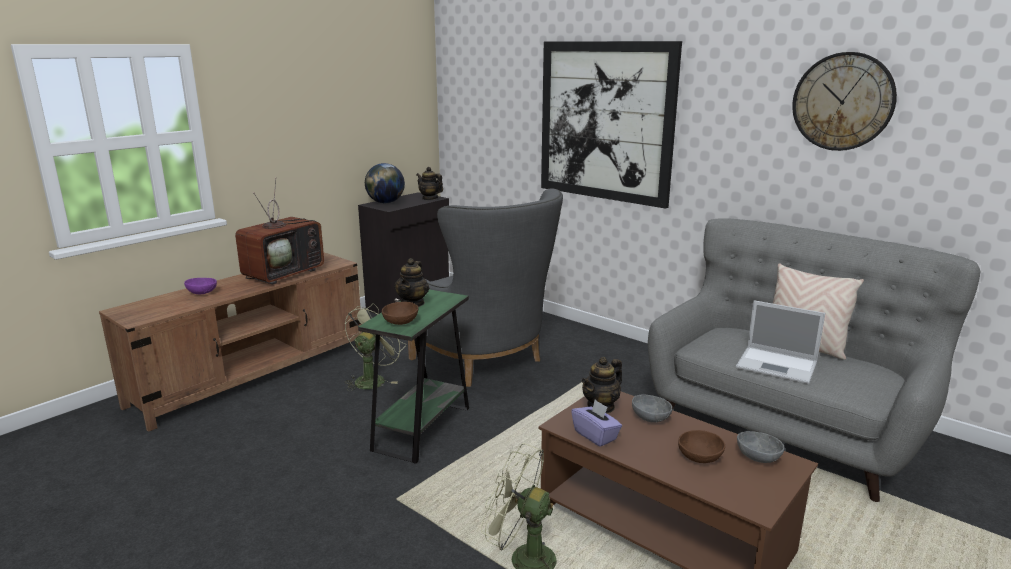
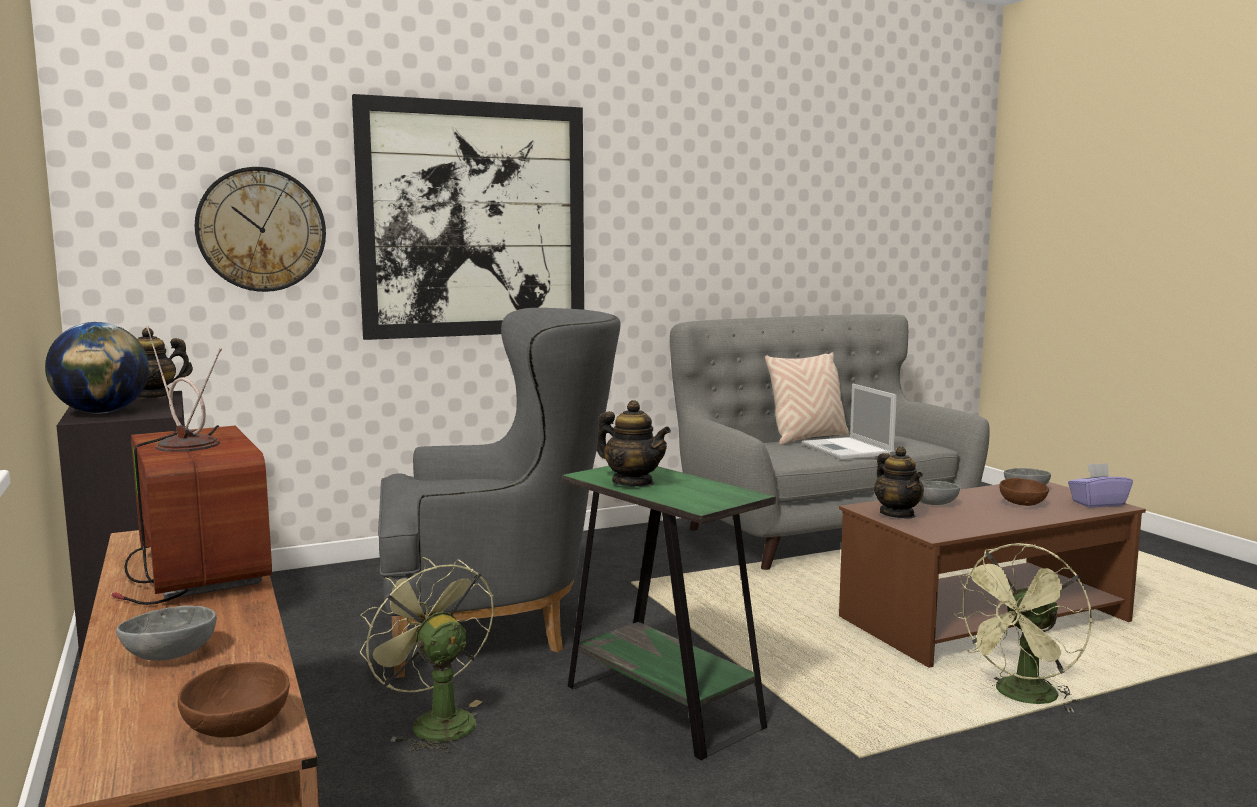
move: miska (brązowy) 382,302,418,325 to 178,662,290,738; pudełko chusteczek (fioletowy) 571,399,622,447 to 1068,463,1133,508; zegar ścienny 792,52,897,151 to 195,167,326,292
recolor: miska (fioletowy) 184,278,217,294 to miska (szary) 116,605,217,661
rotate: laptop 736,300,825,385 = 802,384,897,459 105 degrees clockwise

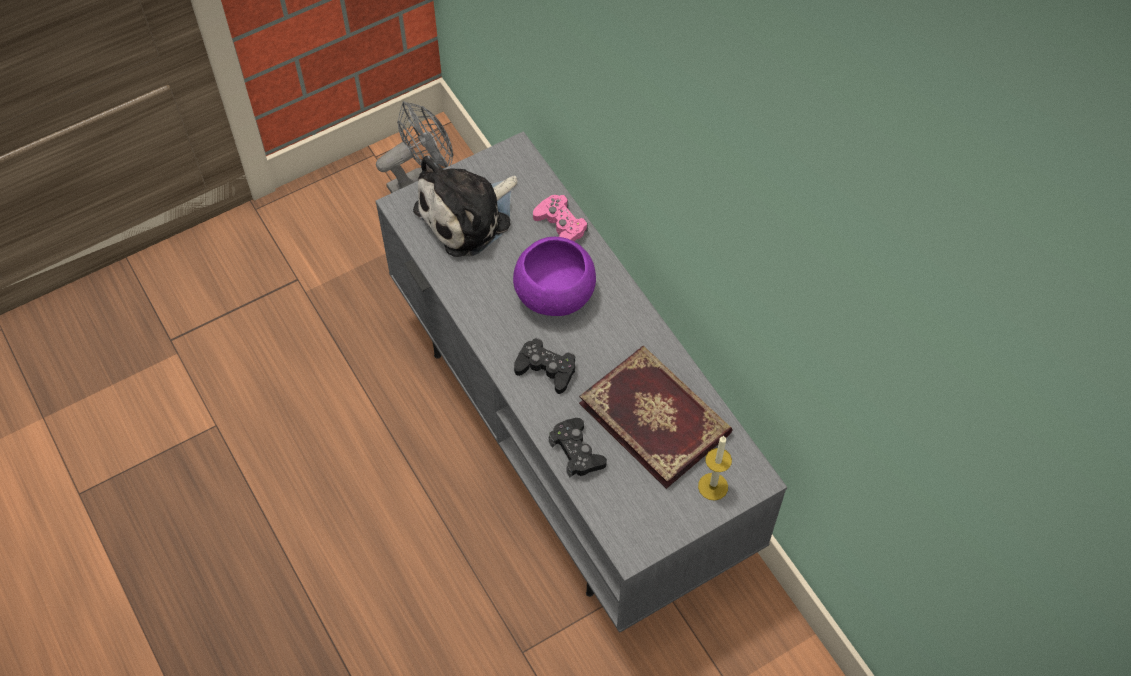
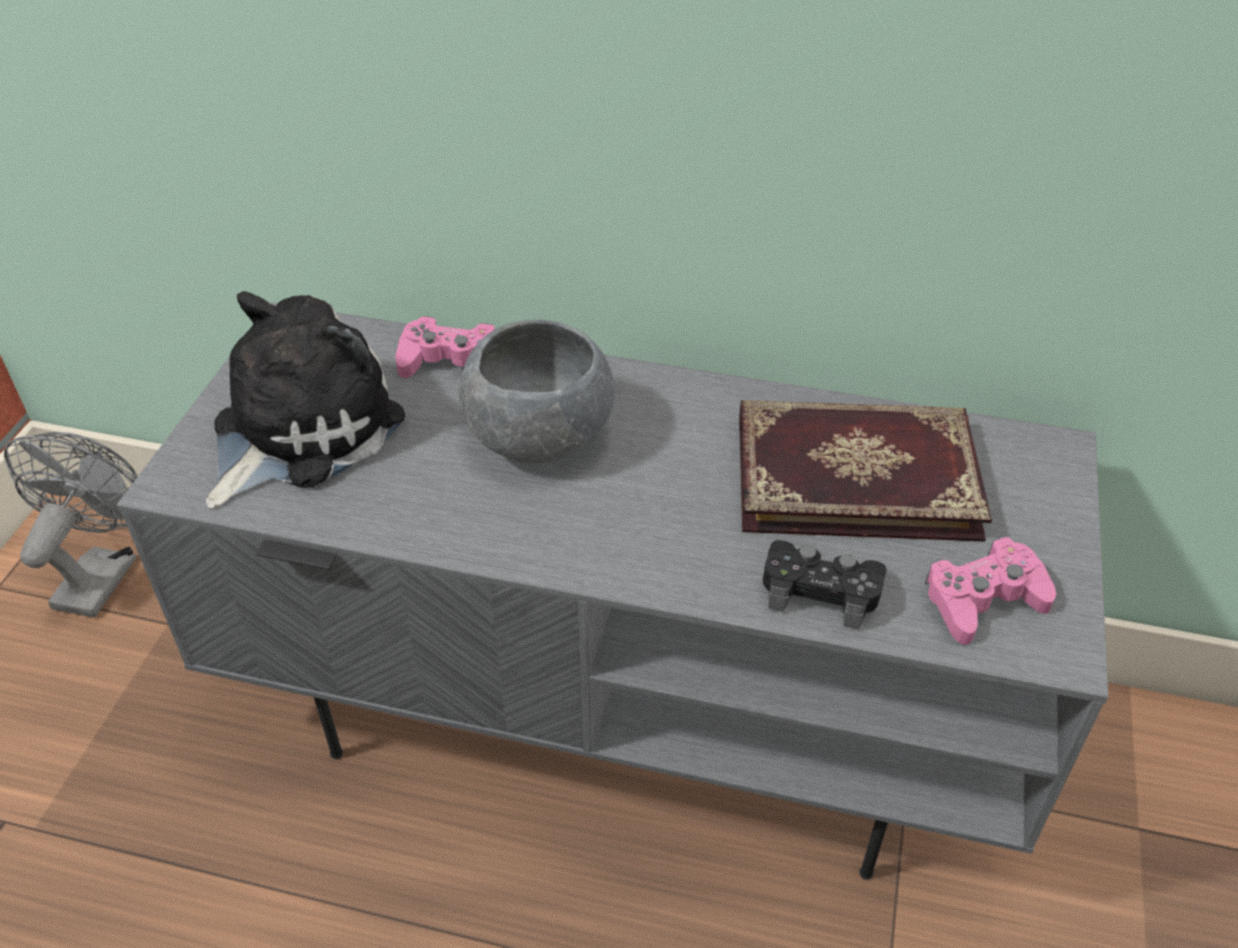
delete: pad do gier (czarny) 514,338,575,394; świeca 698,436,732,500
insert: pad do gier (różowy) 925,537,1056,645
recolor: miska (fioletowy) 513,237,596,316 to miska (szary) 459,320,614,463
rotate: pluszak 413,155,518,257 = 206,291,405,509 150 degrees counterclockwise

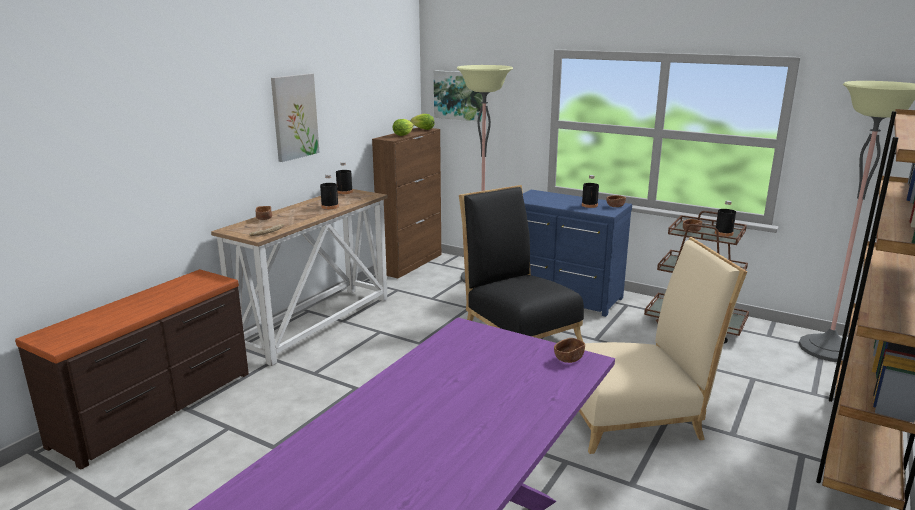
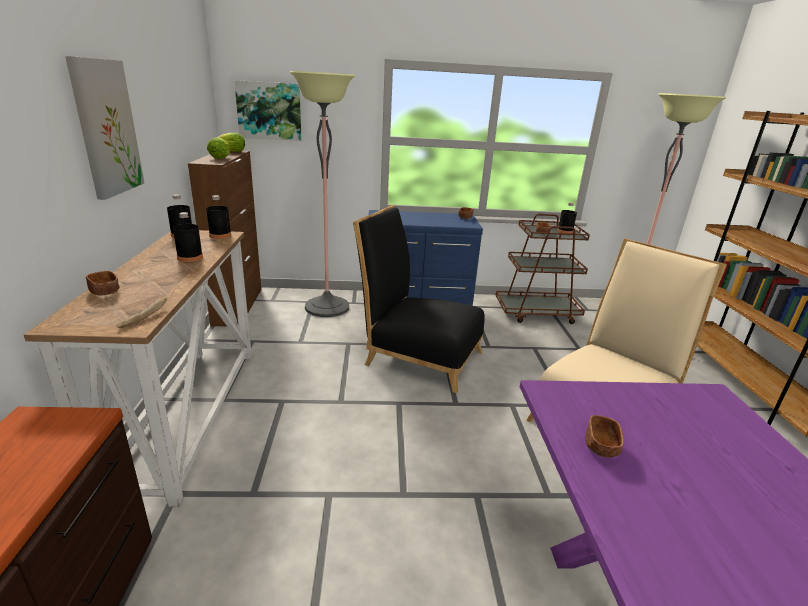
move: miska (brązowy) 554,338,585,363 to 585,415,624,457; butelka (czarny) 582,175,599,208 to 206,195,231,239

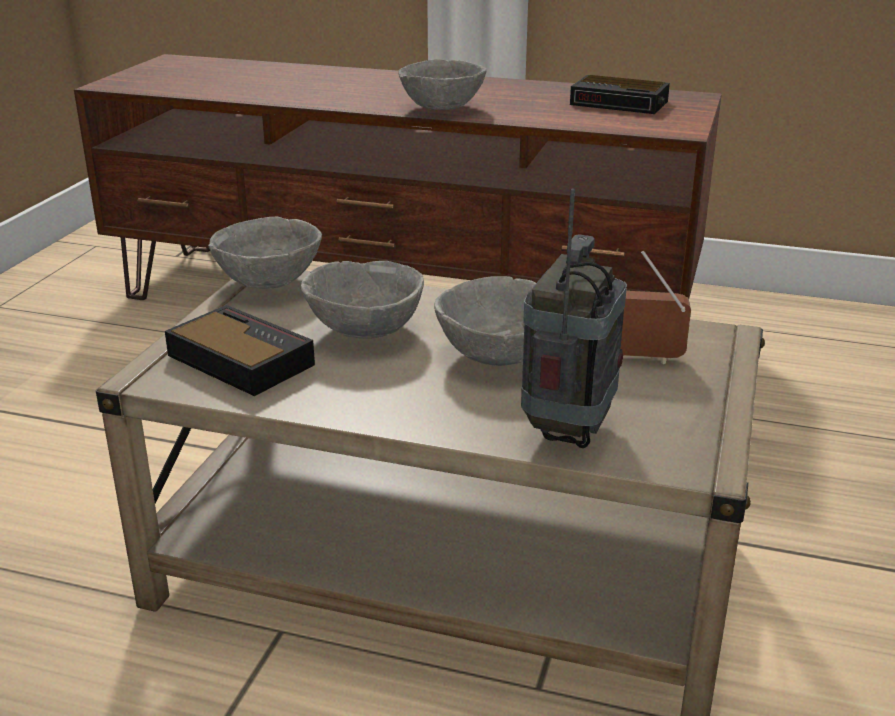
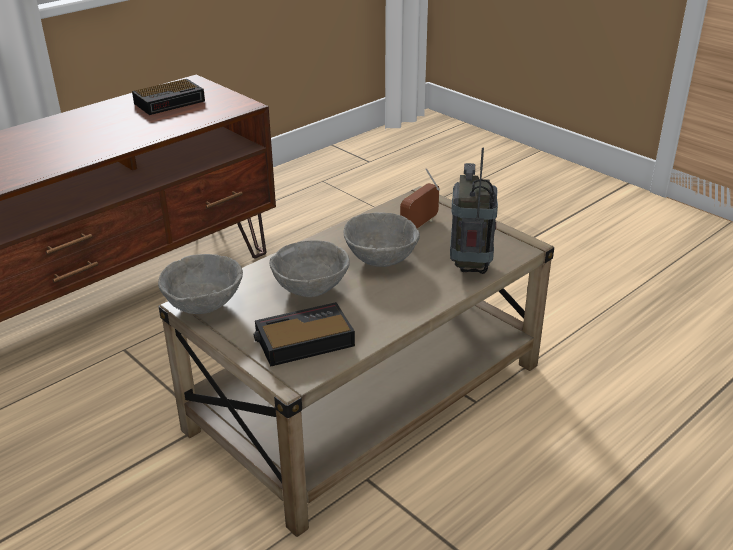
delete: miska (szary) 398,59,487,110
rotate: radio 521,189,627,448 = 450,147,498,274 45 degrees clockwise

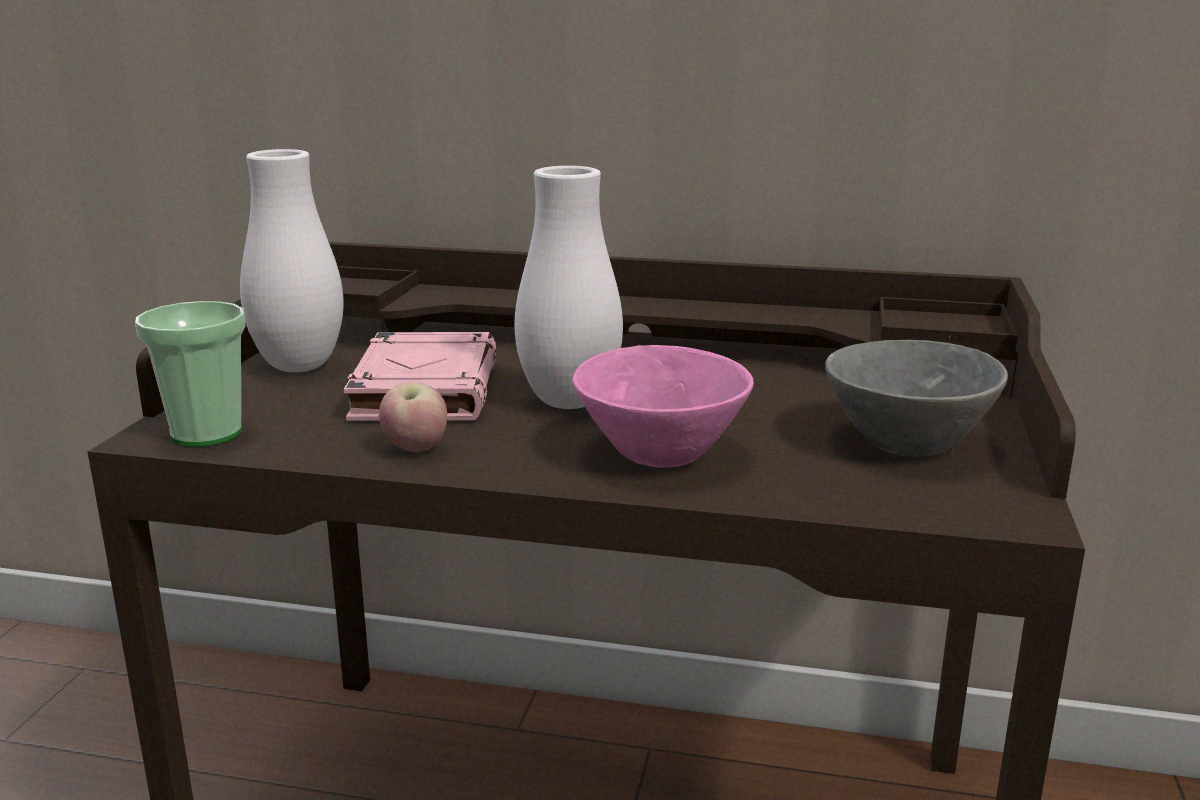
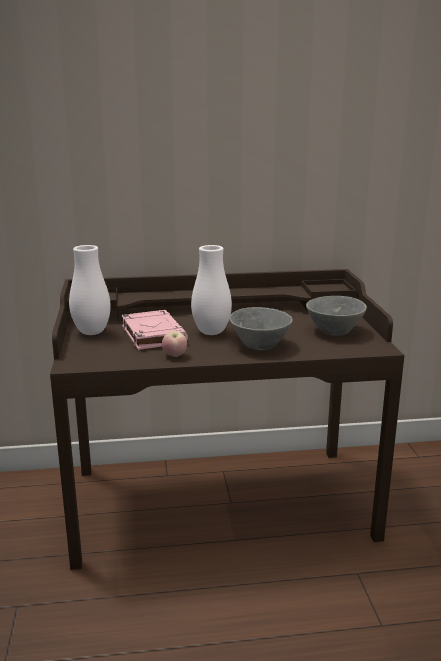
delete: filiżanka 135,301,246,447
recolor: miska (różowy) 572,345,754,468 to miska (szary) 229,307,293,350

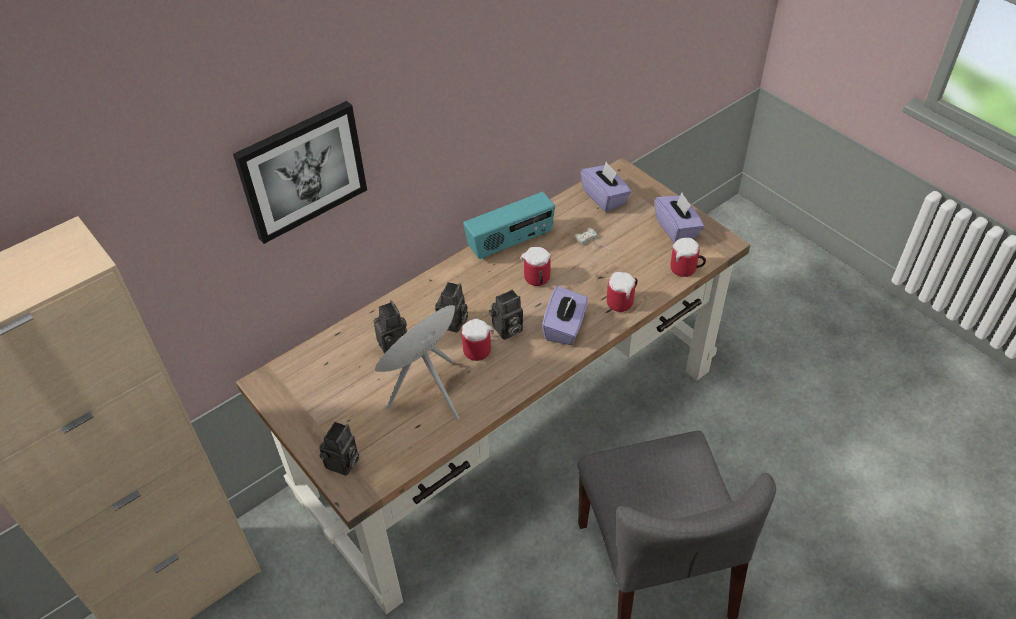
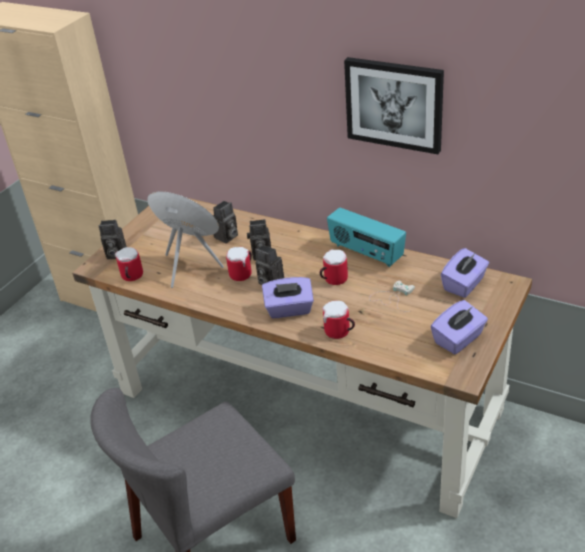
move: obraz 233,101,367,244 to 344,57,444,154; kubek 670,238,706,277 to 115,247,143,281

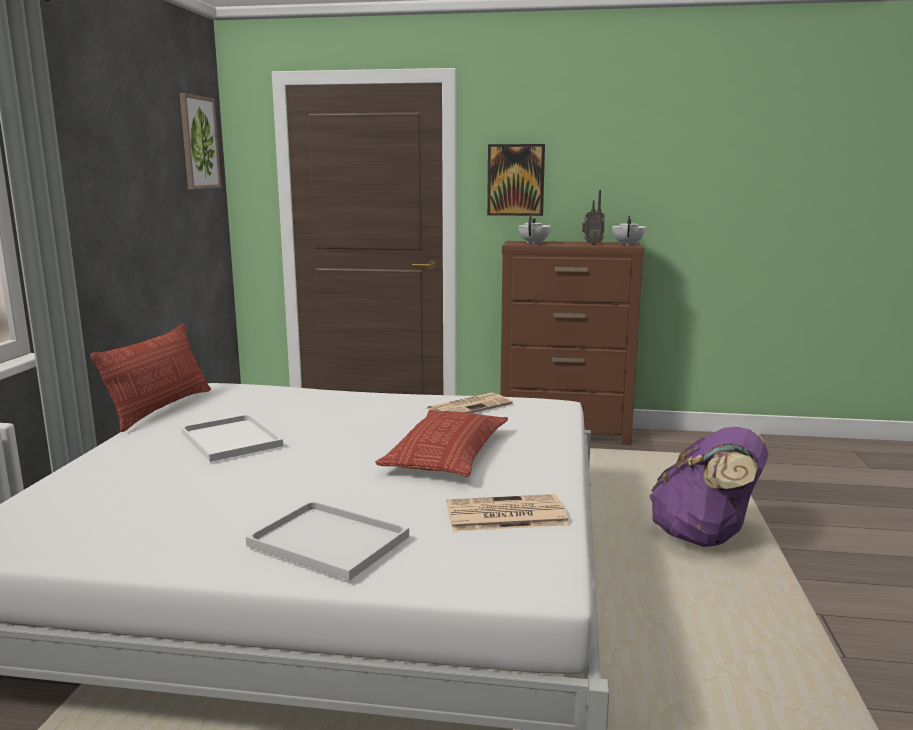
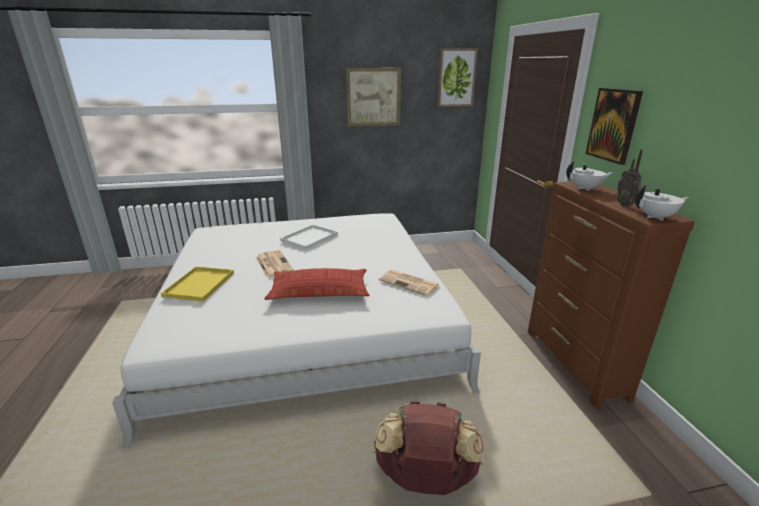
delete: poduszka 90,324,211,432
insert: obraz 346,68,401,126
move: gazeta 447,494,569,531 to 256,250,294,278
recolor: taca (biały) 246,500,409,581 to taca (żółty) 161,267,234,302; plecak (fioletowy) 649,427,769,547 to plecak (brązowy) 374,401,484,495

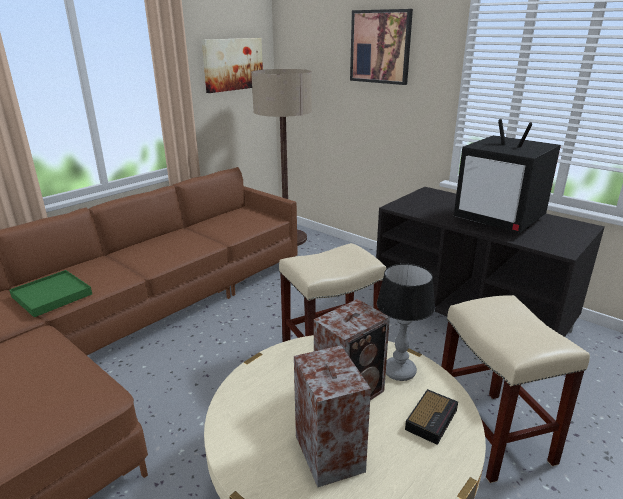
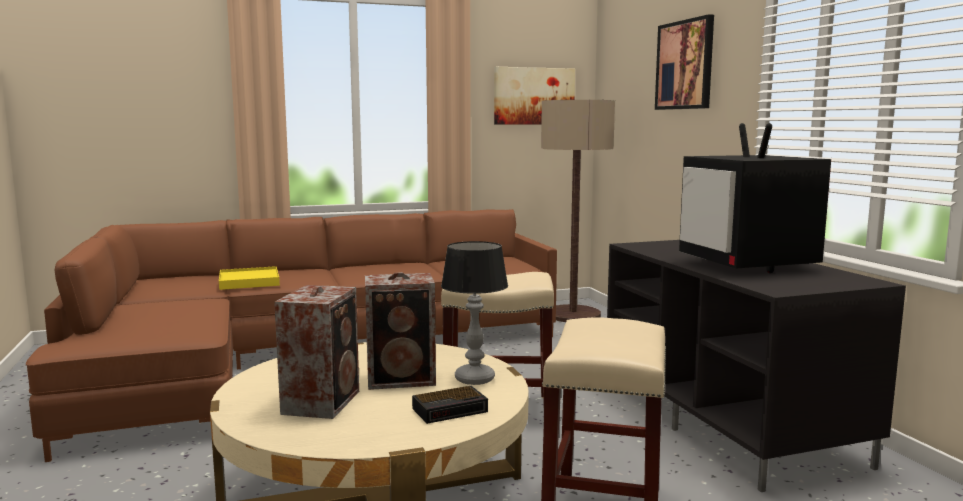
recolor: taca (zielony) 9,270,92,317 to taca (żółty) 219,266,280,290

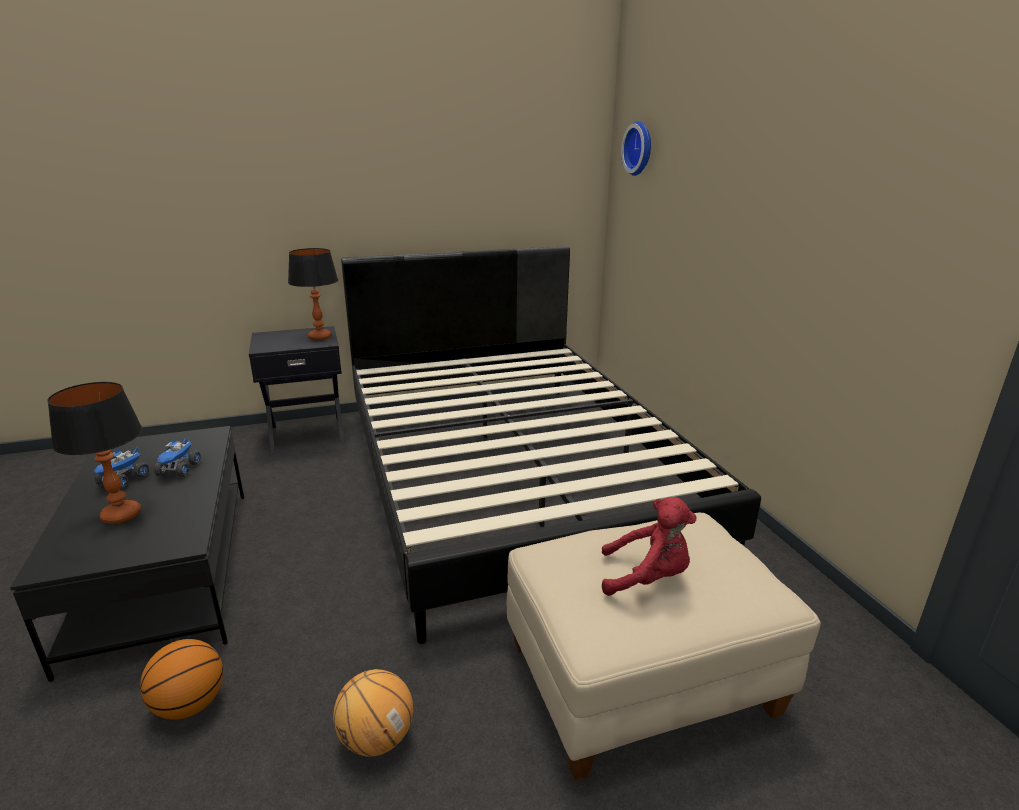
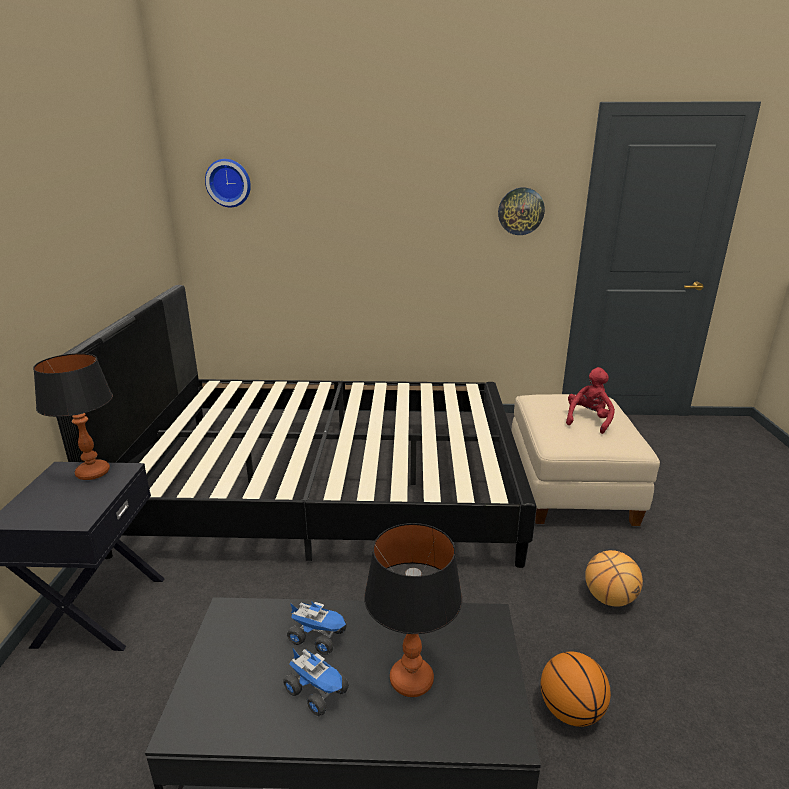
insert: zegar ścienny 498,187,545,235

